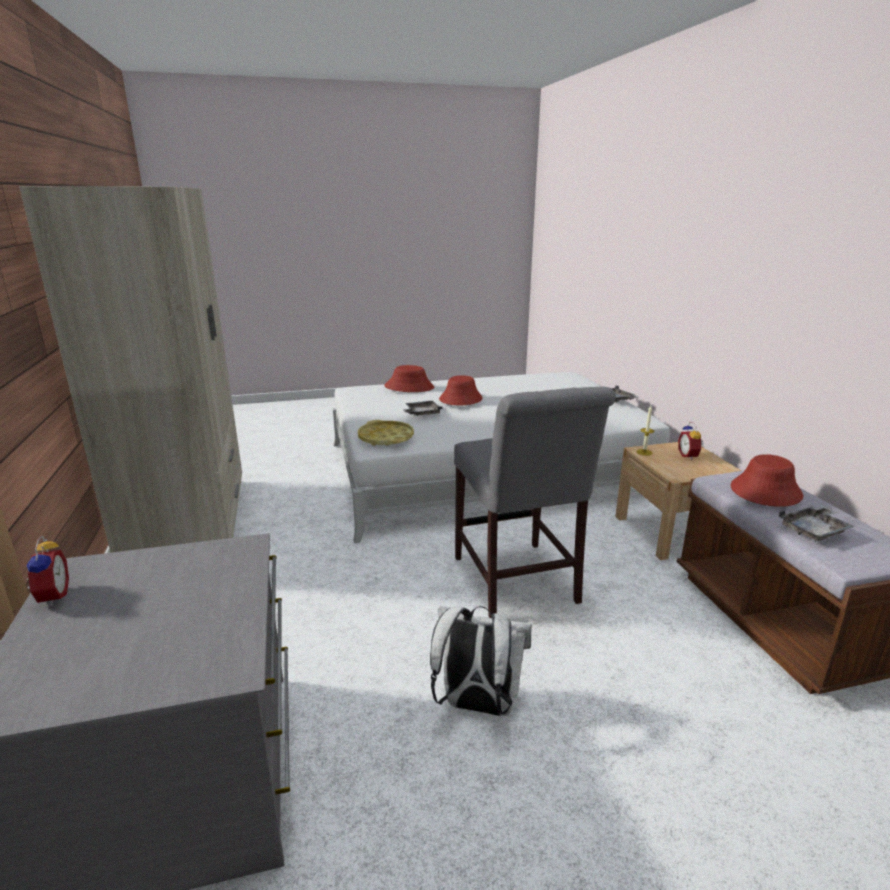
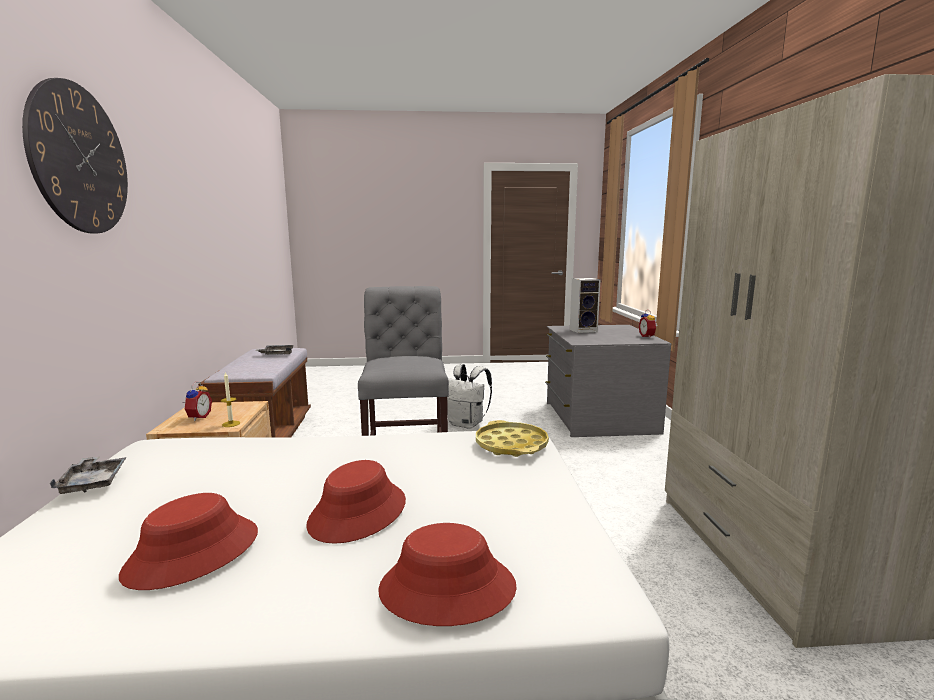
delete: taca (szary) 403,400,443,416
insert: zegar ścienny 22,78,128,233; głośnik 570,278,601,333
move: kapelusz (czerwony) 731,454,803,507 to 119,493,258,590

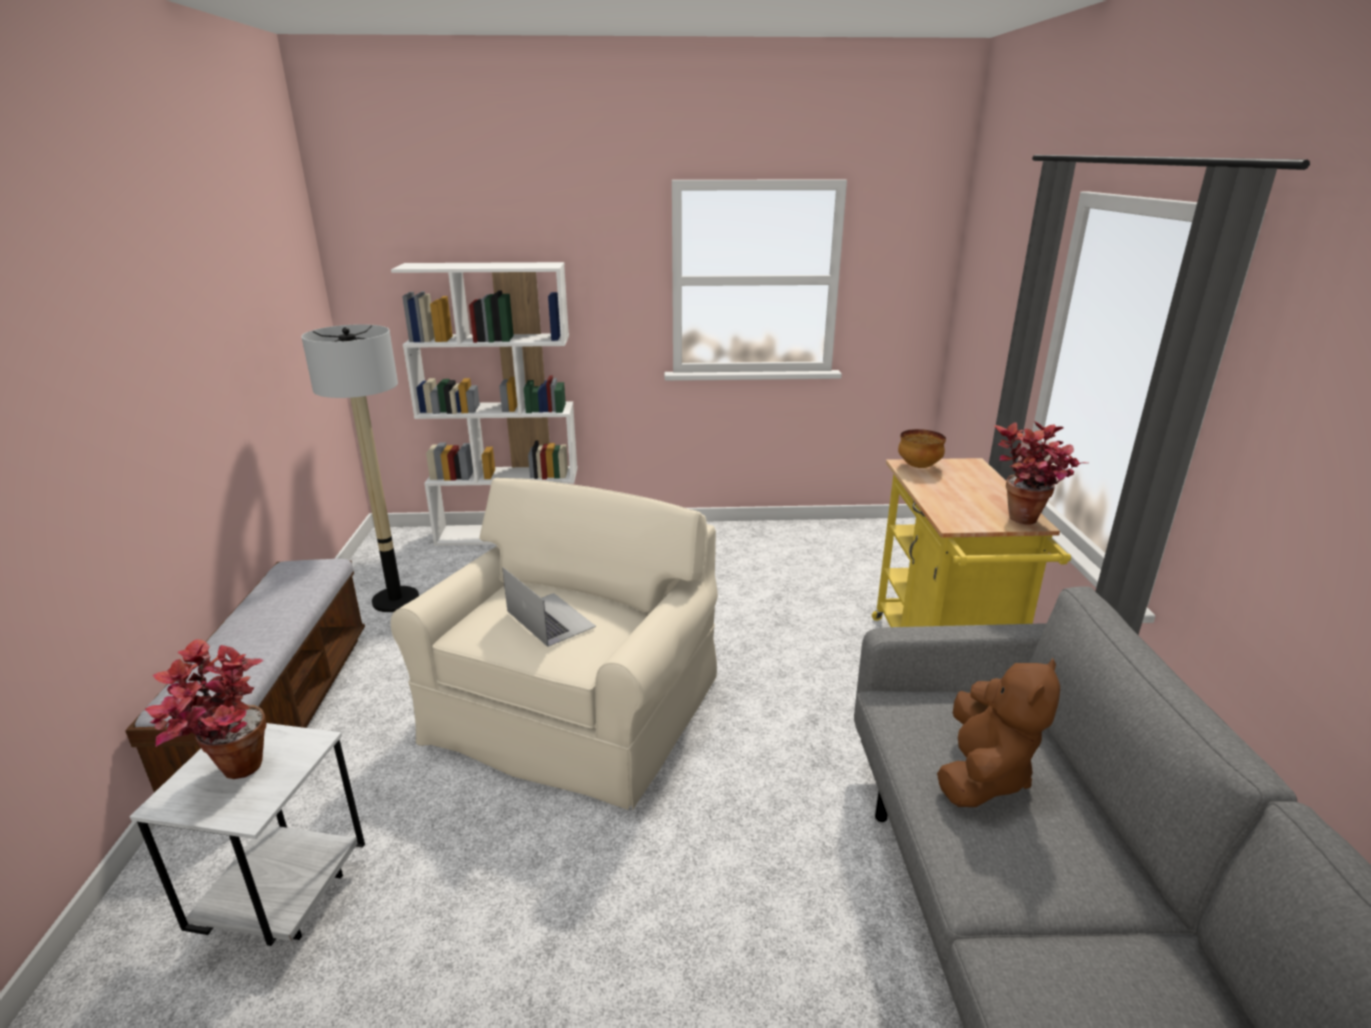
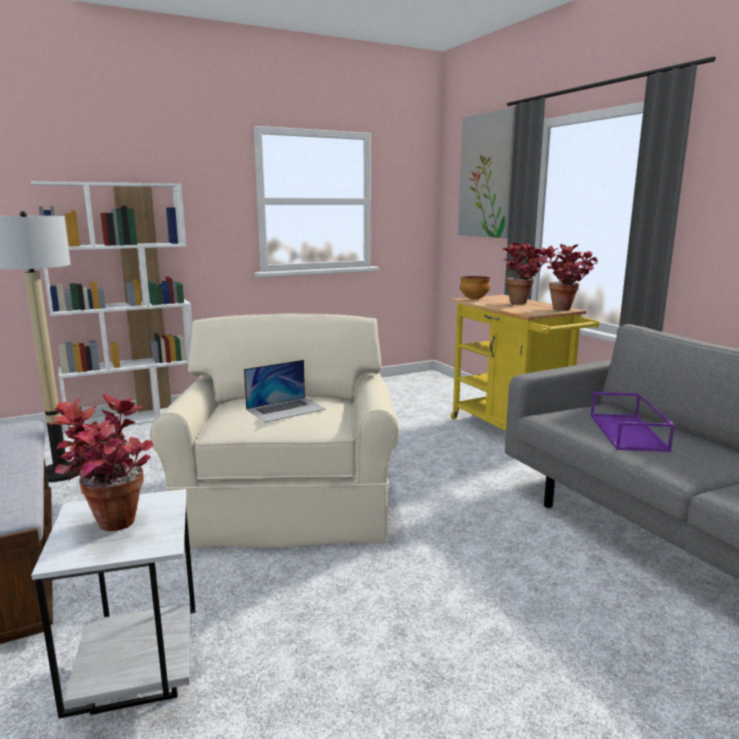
insert: obraz 458,107,516,238; roślina doniczkowa 503,242,553,304
replace: pluszak (brązowy) 937,658,1060,807 to taca (fioletowy) 590,392,675,452
rotate: laptop 502,567,596,647 = 244,360,326,422 120 degrees clockwise

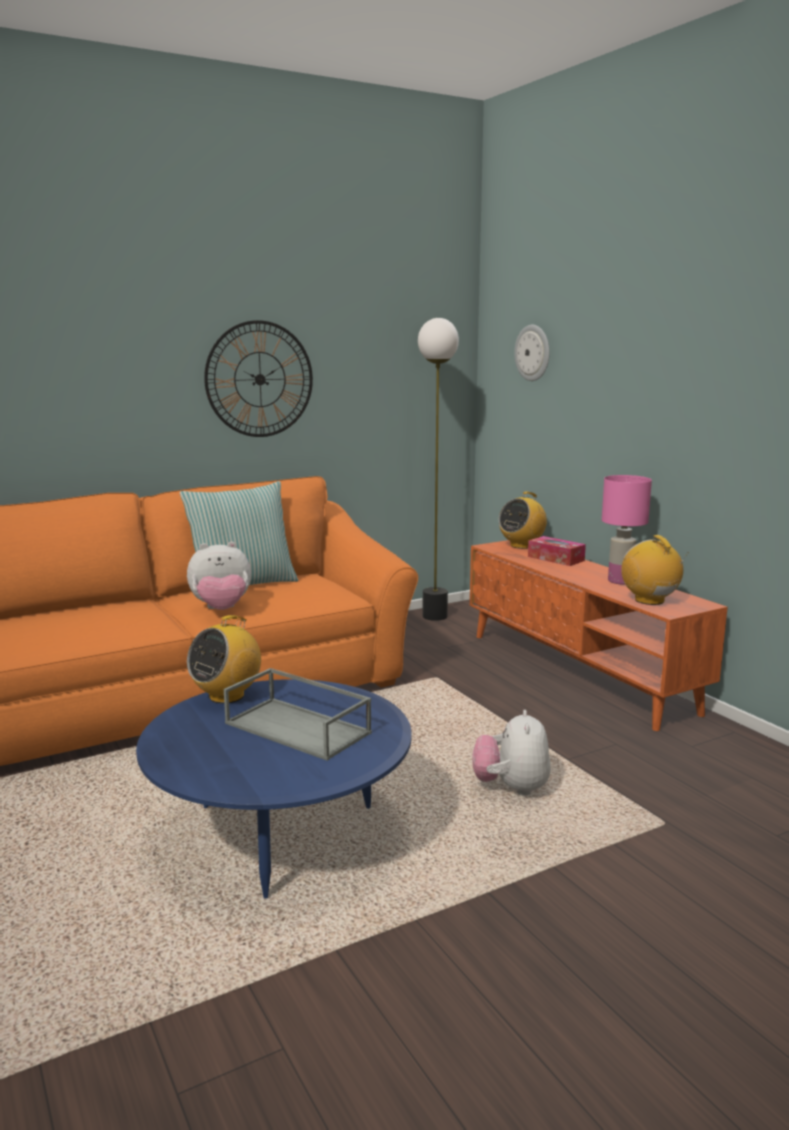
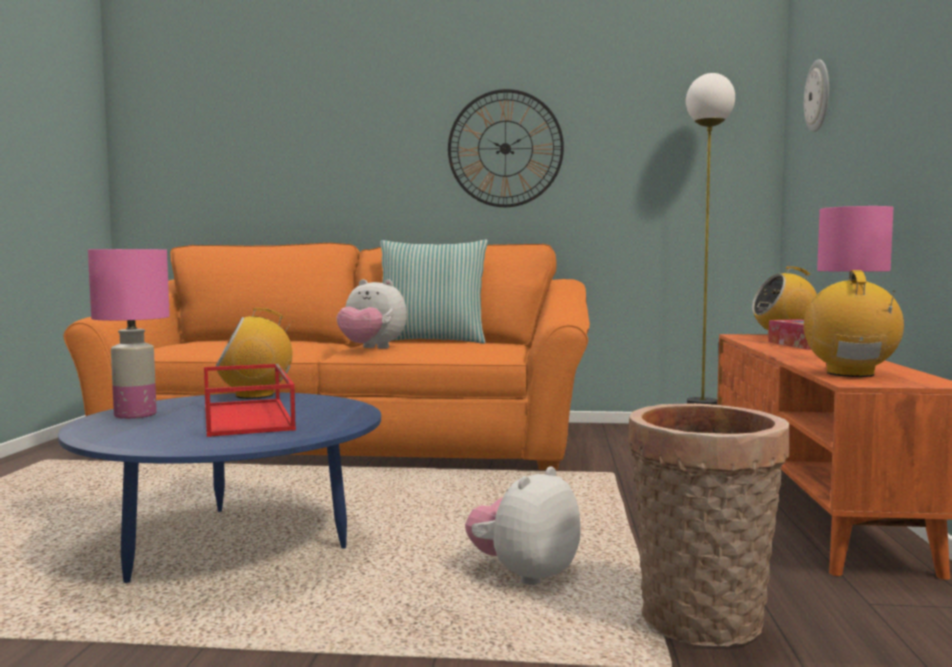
insert: lampa stołowa (różowy) 88,249,170,419; koszyk 628,403,789,646
recolor: taca (szary) 224,668,372,761 to taca (czerwony) 204,364,296,437

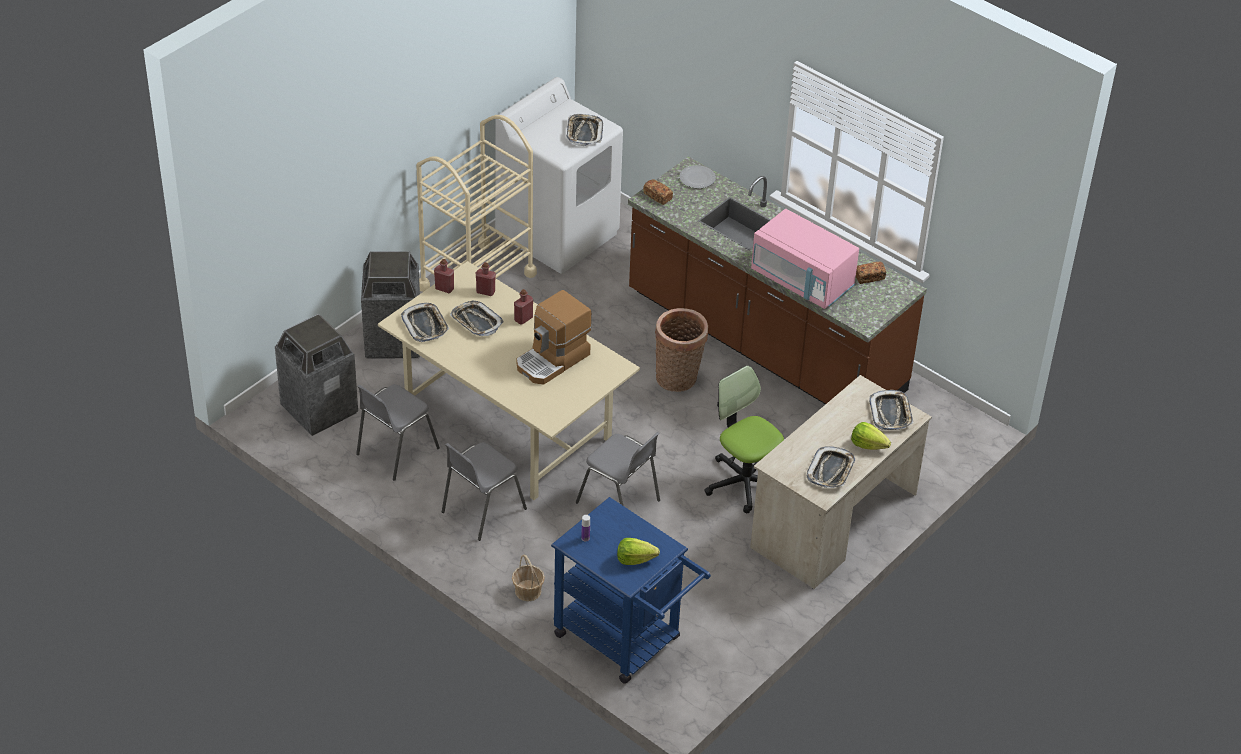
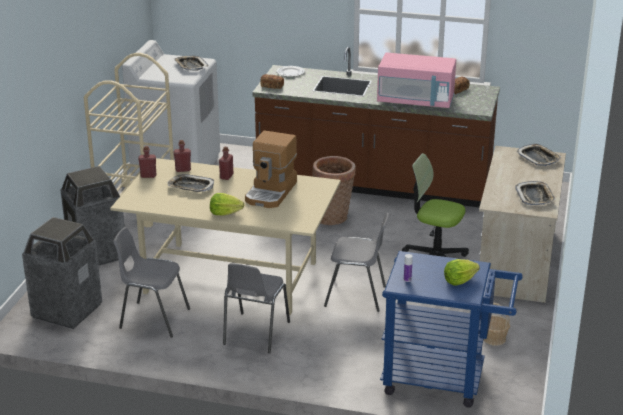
delete: taca 401,303,450,342
move: koszyk 512,554,545,601 to 484,303,510,346; sałata 851,422,891,450 to 210,193,244,216
rotate: krzesło (szary) 356,384,440,480 = 113,227,190,338 90 degrees clockwise

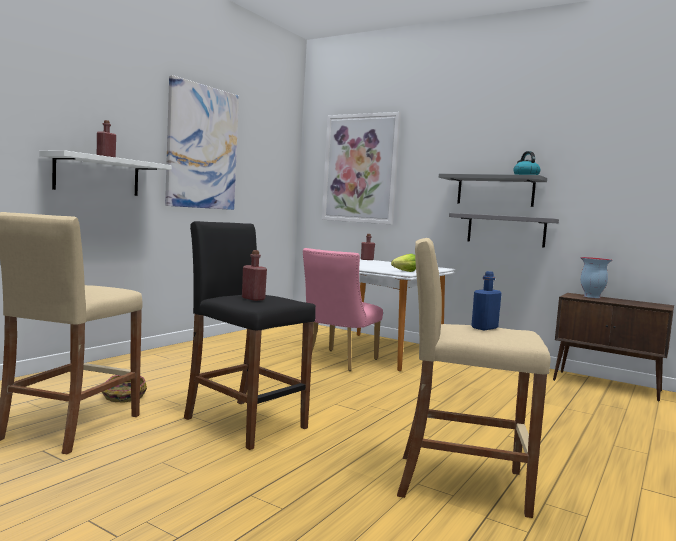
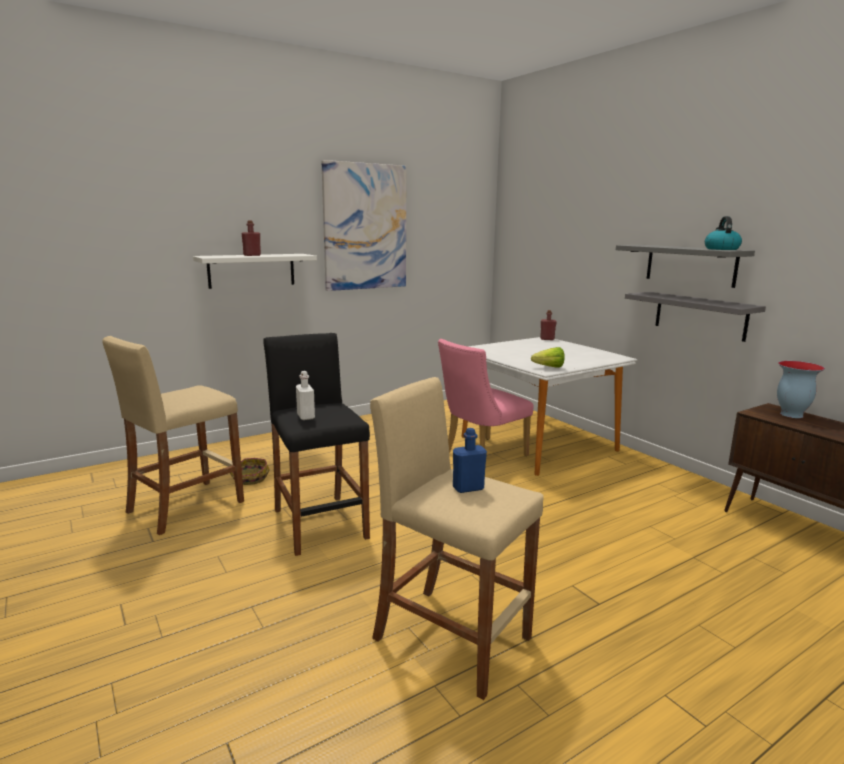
delete: obraz 322,112,401,225
recolor: butelka (czerwony) 242,250,267,301 to butelka (biały) 296,371,315,420

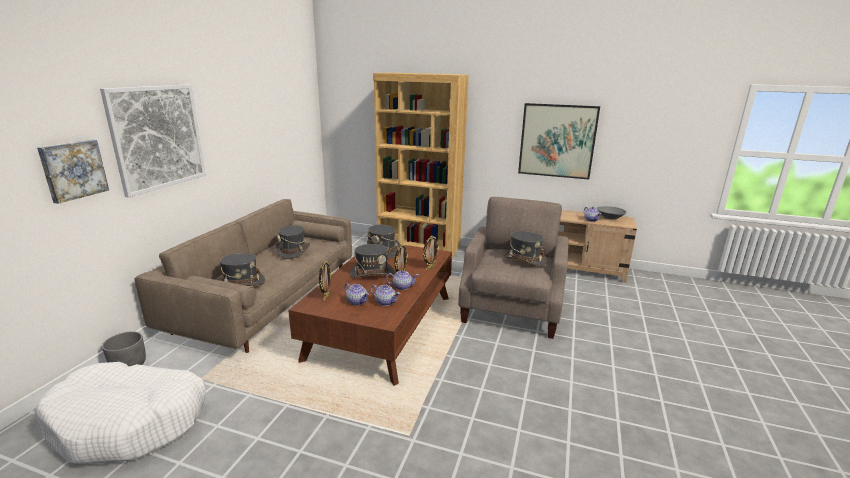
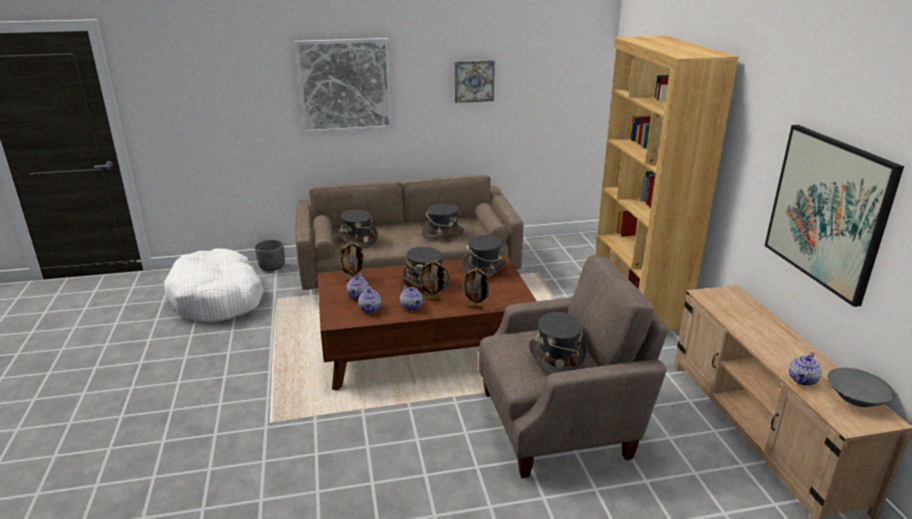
move: obraz 37,139,109,204 to 455,60,495,103

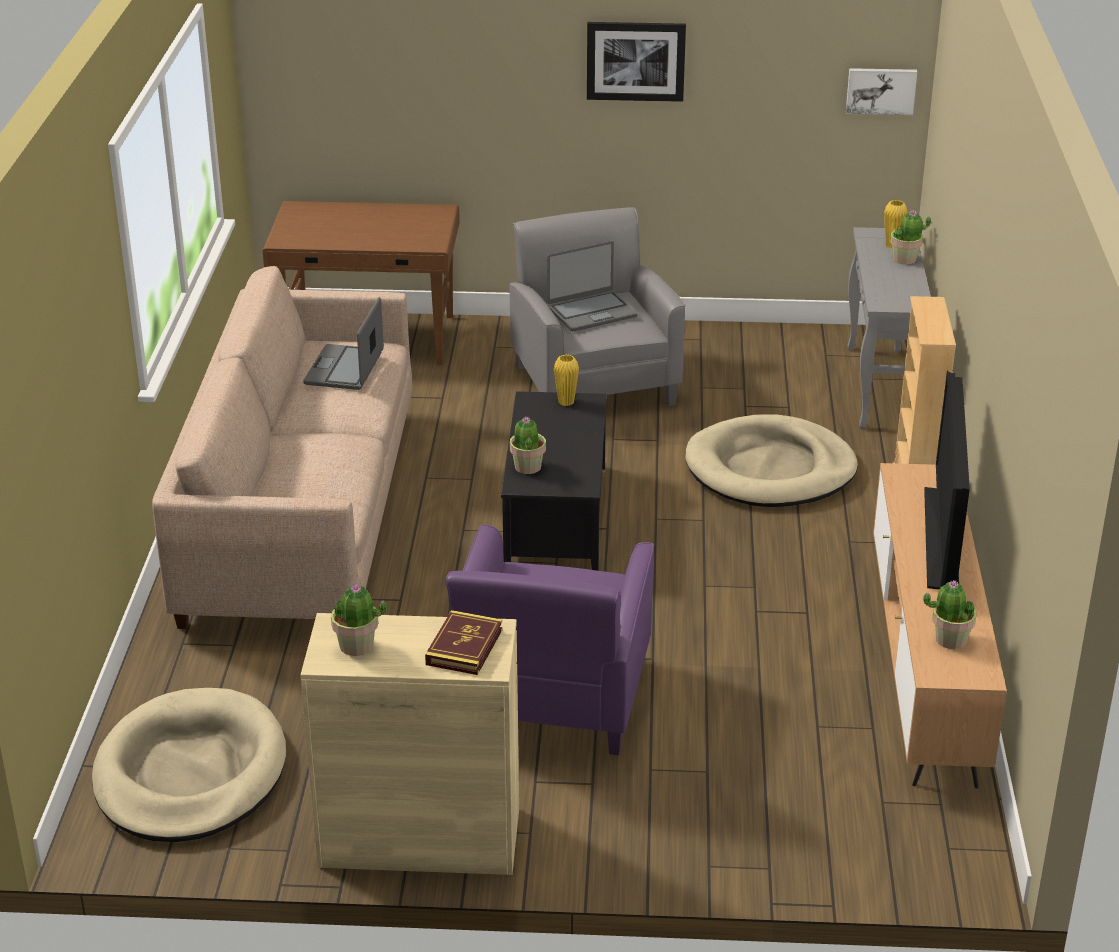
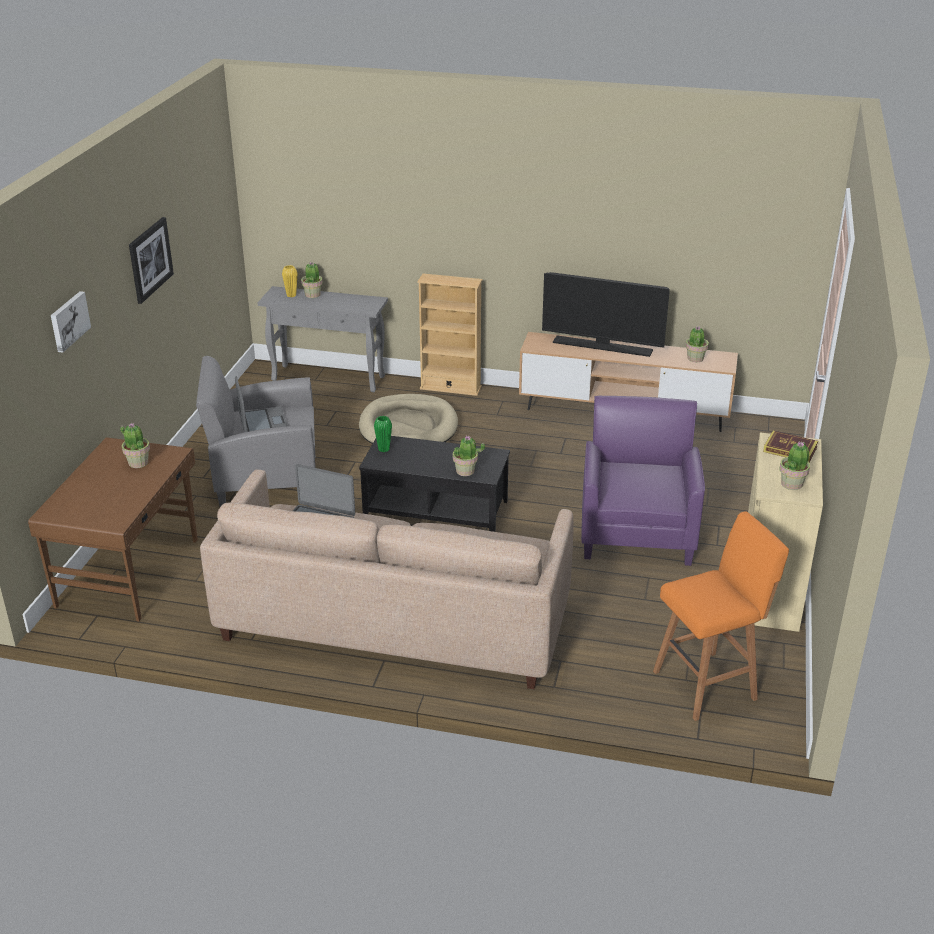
insert: roślina doniczkowa 120,423,150,468
move: obraz 846,68,917,115 to 51,291,91,353
replace: legowisko (beżowy) 92,688,286,842 to stołek (pomarańczowy) 653,511,789,721
recolor: wazon (żółty) 554,355,579,406 to wazon (zielony) 374,416,392,452
rotate: fotel (fioletowy) 446,524,654,755 = 581,396,705,566 105 degrees counterclockwise

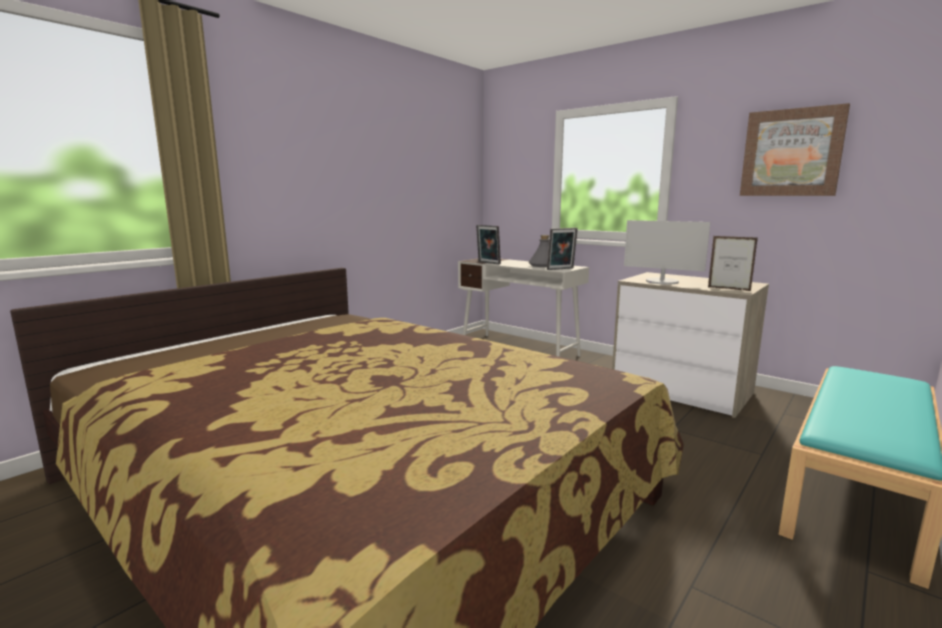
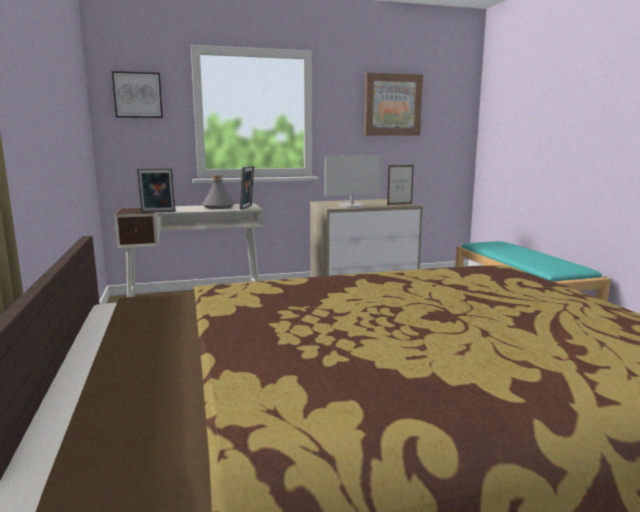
insert: obraz 112,71,163,118

